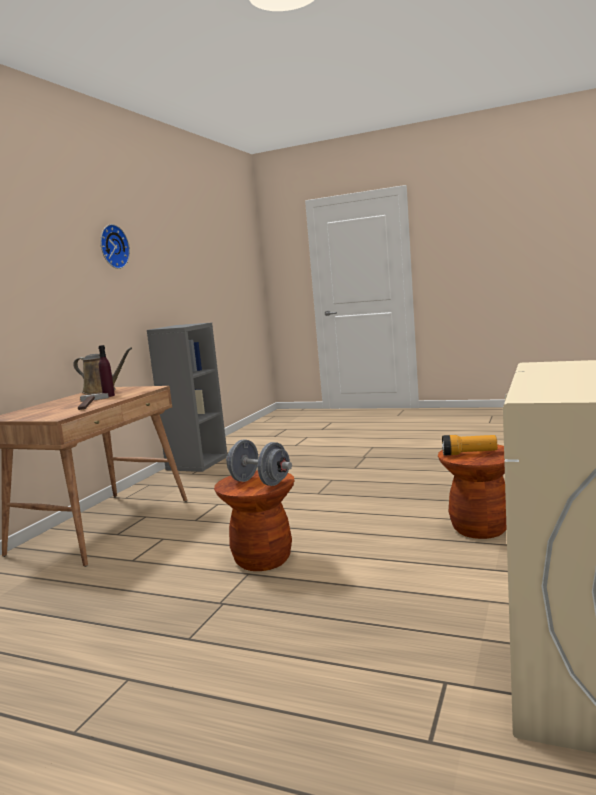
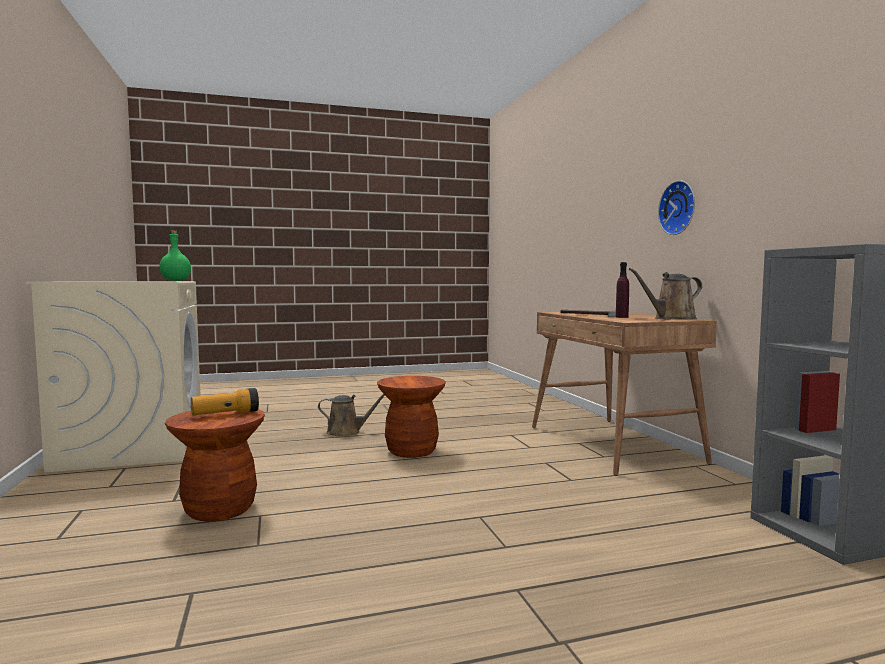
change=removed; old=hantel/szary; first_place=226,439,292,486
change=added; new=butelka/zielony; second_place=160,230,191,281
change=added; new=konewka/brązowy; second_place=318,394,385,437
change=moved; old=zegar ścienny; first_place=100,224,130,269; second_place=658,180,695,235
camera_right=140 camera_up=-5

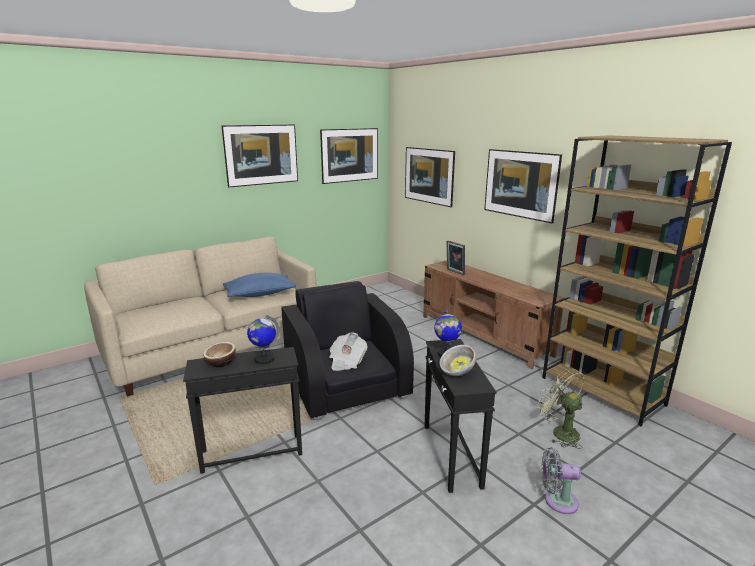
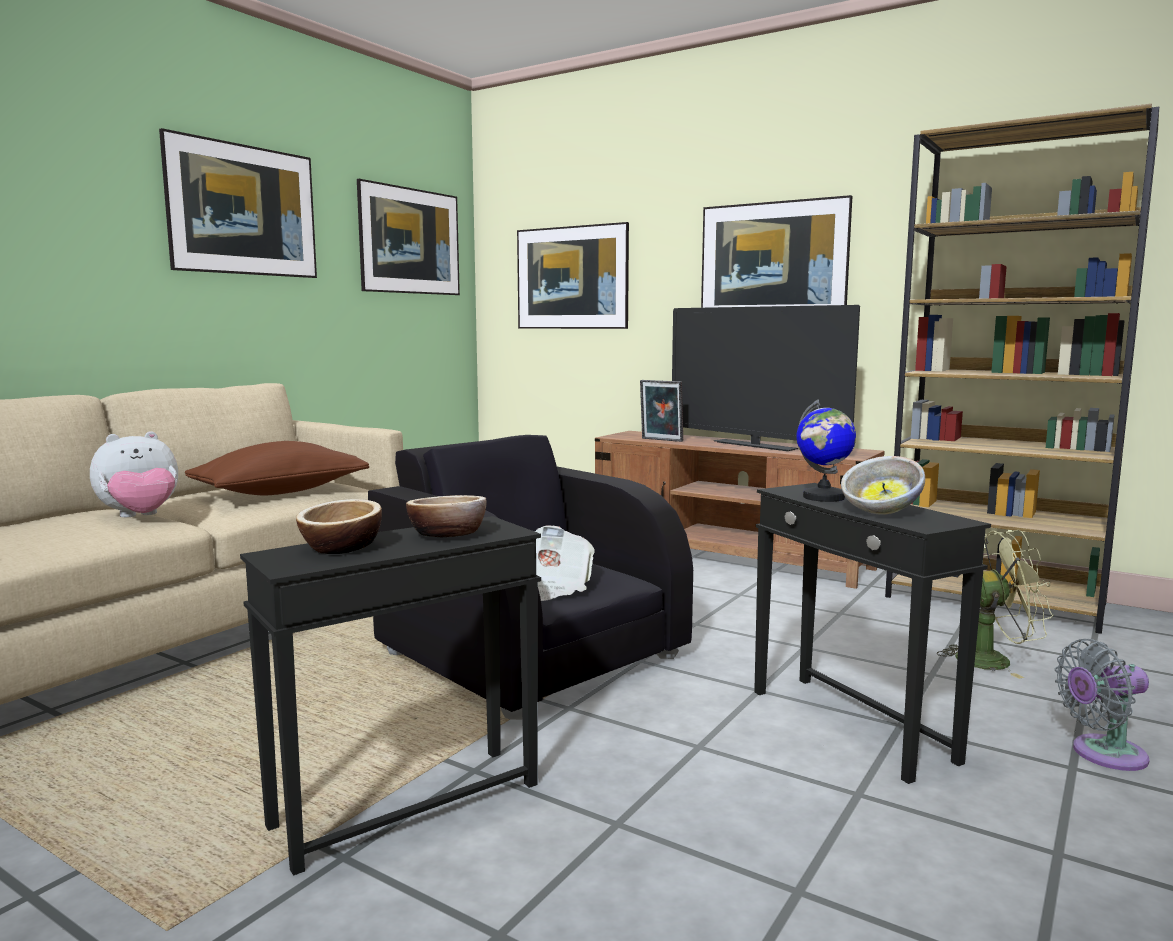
change=added; new=pluszak; second_place=90,431,178,517
change=added; new=telewizor; second_place=672,305,860,451
change=replaced; old=globus; new=miska; first_place=247,315,279,364; second_place=406,495,486,537
change=recoloured; old=poduszka/niebieski; new=poduszka/brązowy; first_place=223,273,296,297; second_place=185,441,369,496
change=turned; old=wentylator/zielony; first_place=537,368,584,449; second_place=937,530,1053,679; degrees=150
camera_right=-20 camera_up=-10

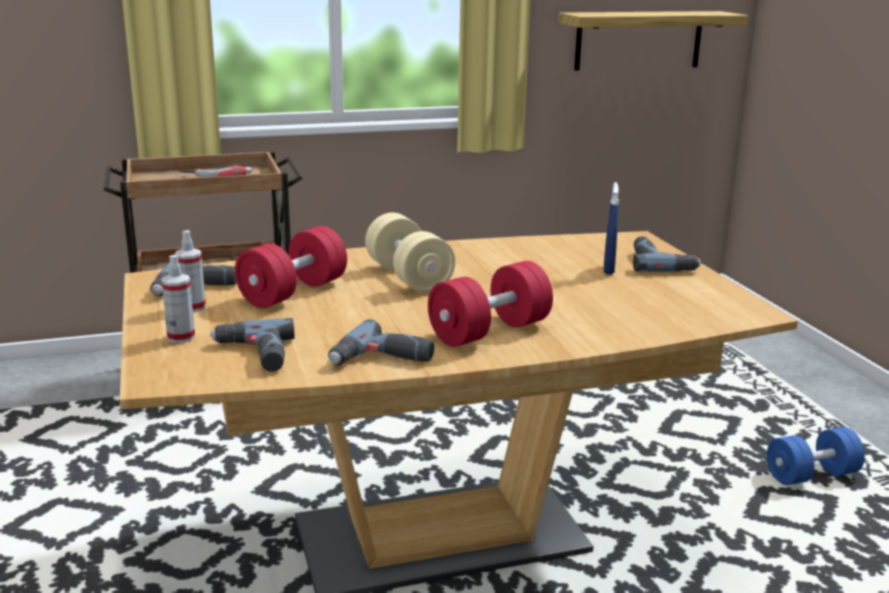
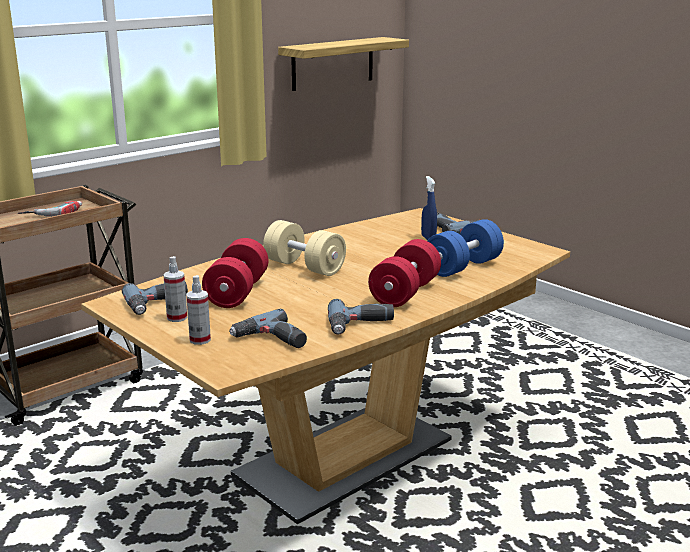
change=moved; old=hantel/niebieski; first_place=767,427,865,485; second_place=427,219,504,277
camera_right=-25 camera_up=0

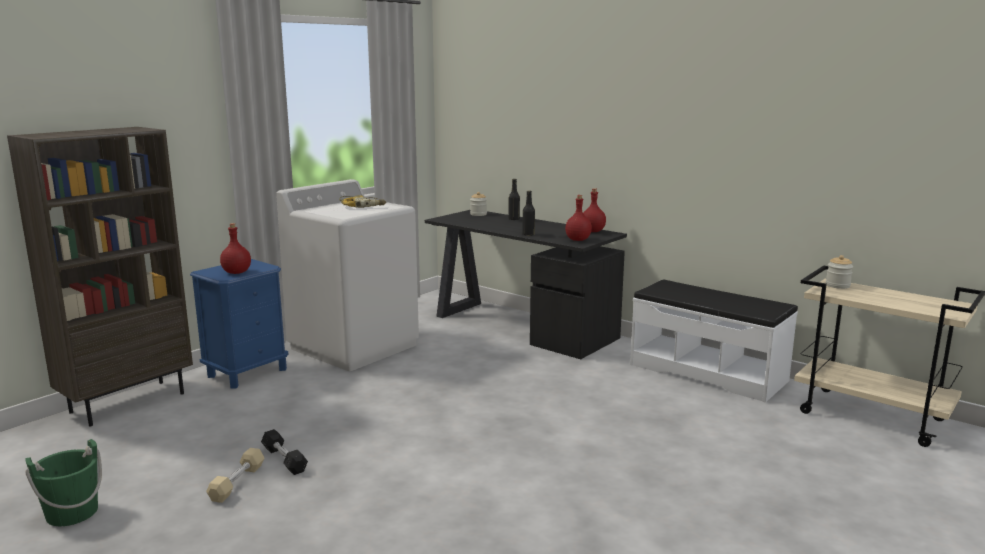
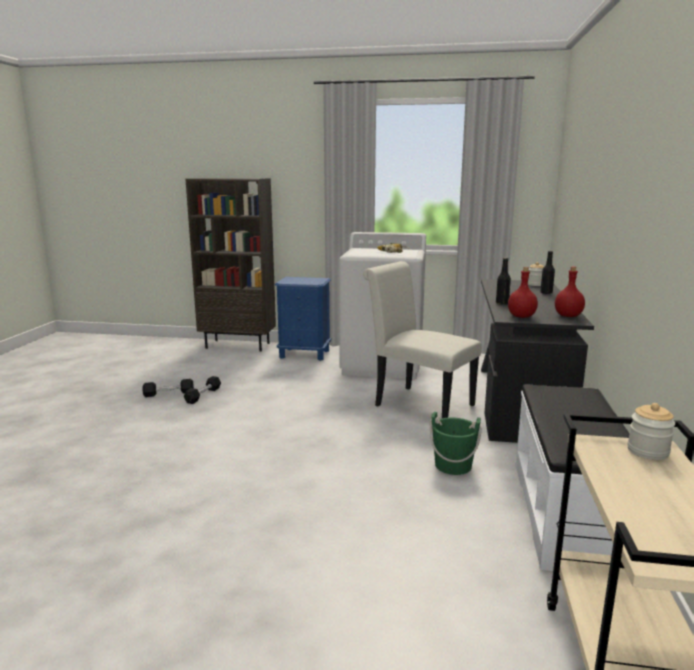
change=removed; old=butelka/czerwony; first_place=220,223,251,274
change=added; new=krzesło/biały; second_place=363,261,482,418
change=moved; old=wiadro/zielony; first_place=25,439,102,526; second_place=430,412,482,475
change=recoloured; old=hantel/beżowy; new=hantel/czarny; first_place=206,448,265,503; second_place=142,379,194,397
camera_right=60 camera_up=0

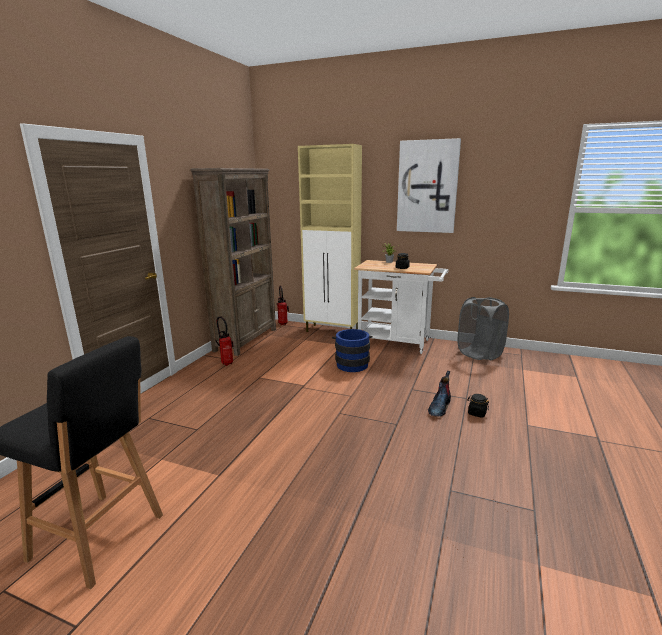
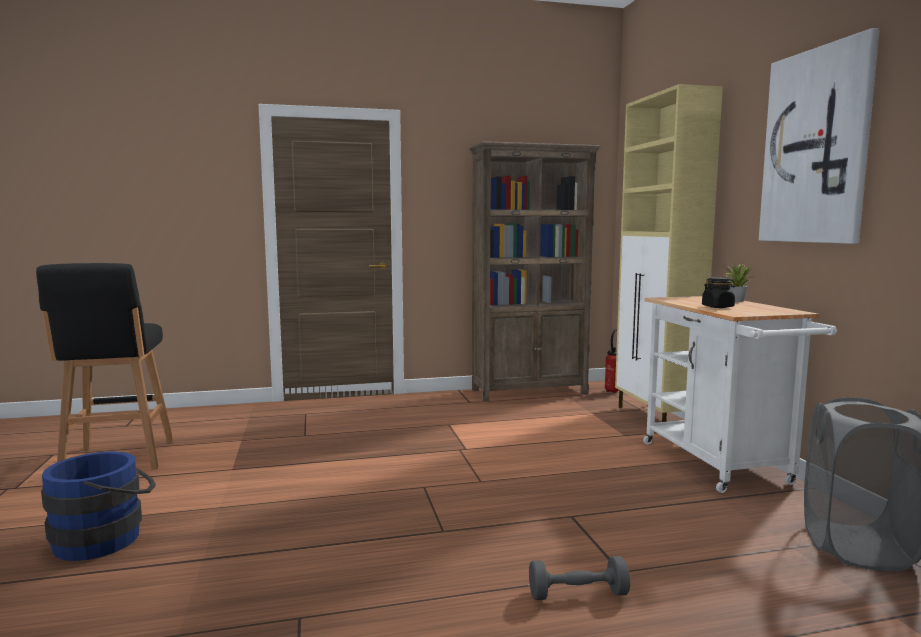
change=removed; old=gaśnica; first_place=215,316,234,366
change=removed; old=but z cholewką; first_place=428,371,451,417
change=moved; old=wiadro/niebieski; first_place=332,329,373,372; second_place=41,451,156,561
change=replaced; old=słoik/czarny; new=hantel/szary; first_place=467,394,489,417; second_place=529,556,630,600
camera_right=55 camera_up=-10

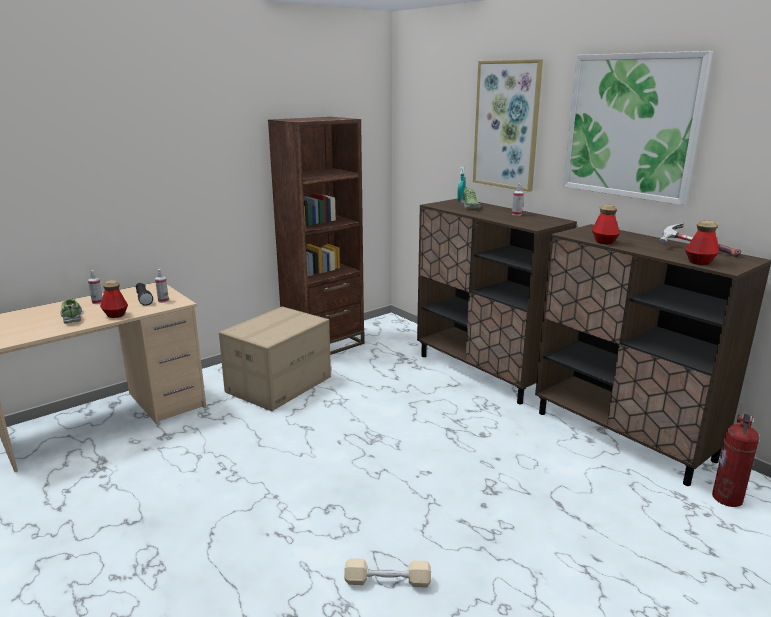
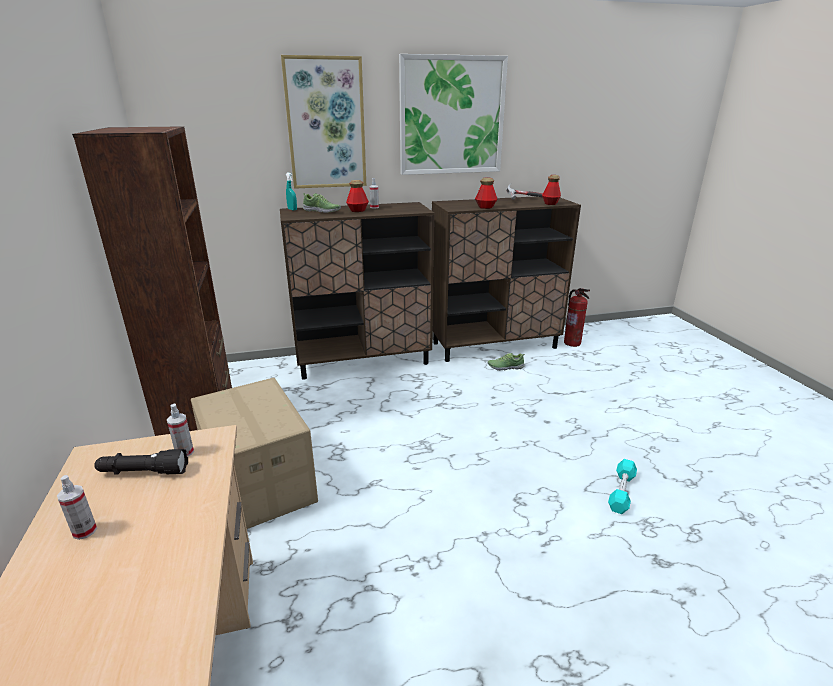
change=moved; old=but; first_place=60,298,82,324; second_place=488,353,525,371
change=moved; old=butelka; first_place=100,280,128,318; second_place=346,180,369,212
change=recoloured; old=hantel/beżowy; new=hantel/turkusowy; first_place=344,558,431,588; second_place=608,459,637,514
camera_right=-65 camera_up=5

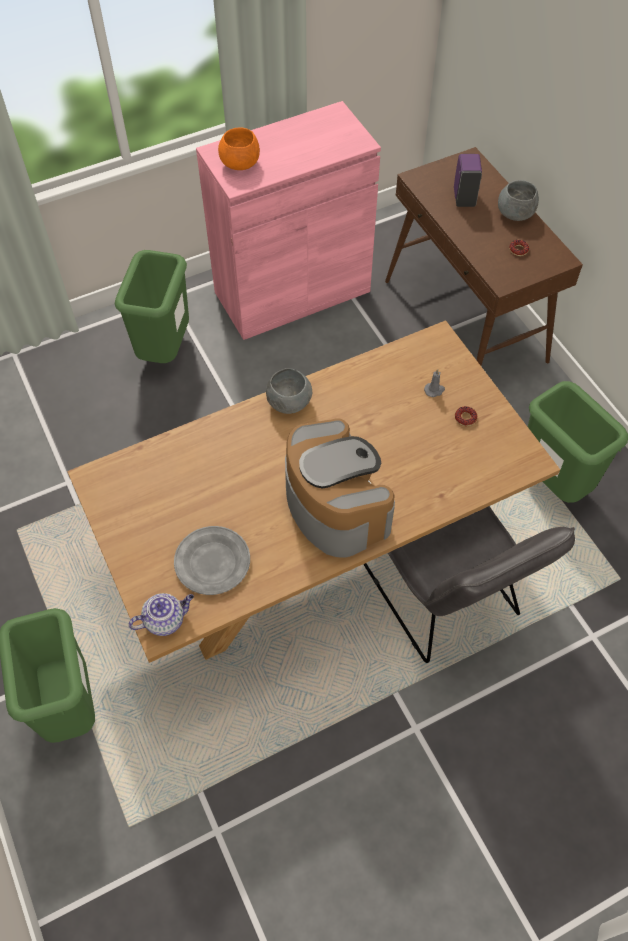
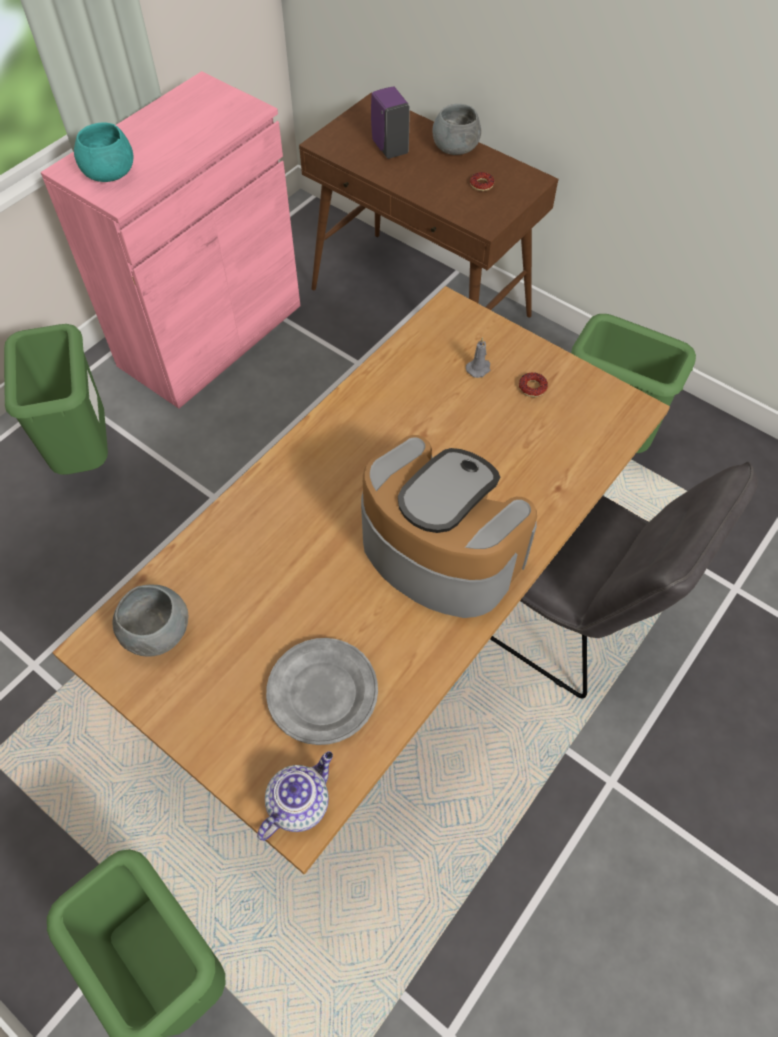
change=moved; old=miska/szary; first_place=266,368,312,414; second_place=113,585,188,657
change=recoloured; old=miska/pomarańczowy; new=miska/turkusowy; first_place=218,128,260,170; second_place=74,122,134,182
camera_right=-25 camera_up=0

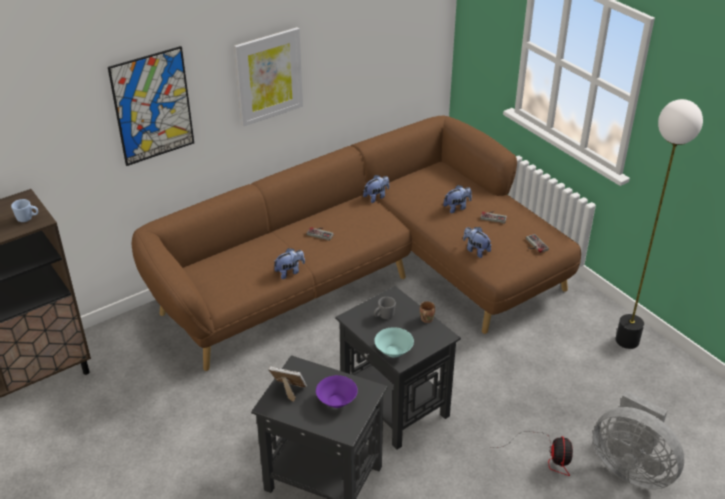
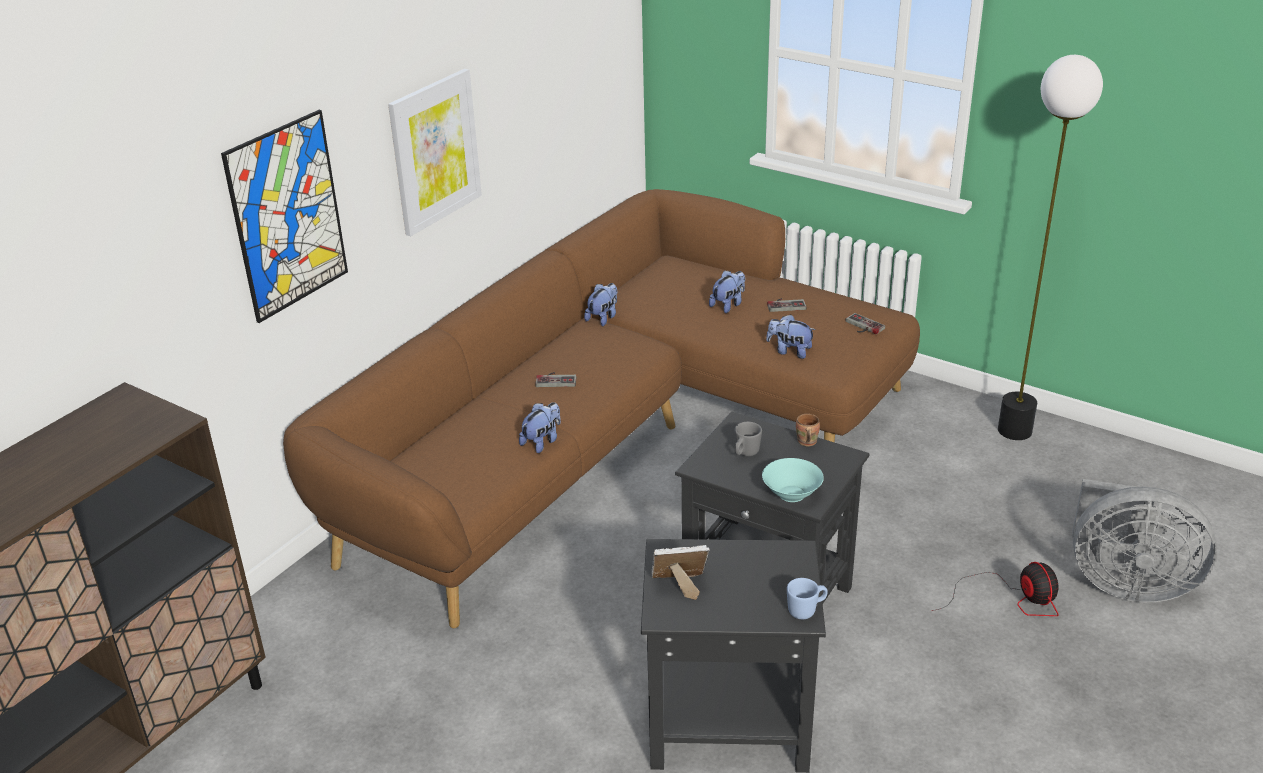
change=removed; old=miska/fioletowy; first_place=316,375,358,408
change=moved; old=kubek/niebieski; first_place=11,199,38,222; second_place=787,578,828,619
camera_right=-20 camera_up=-5

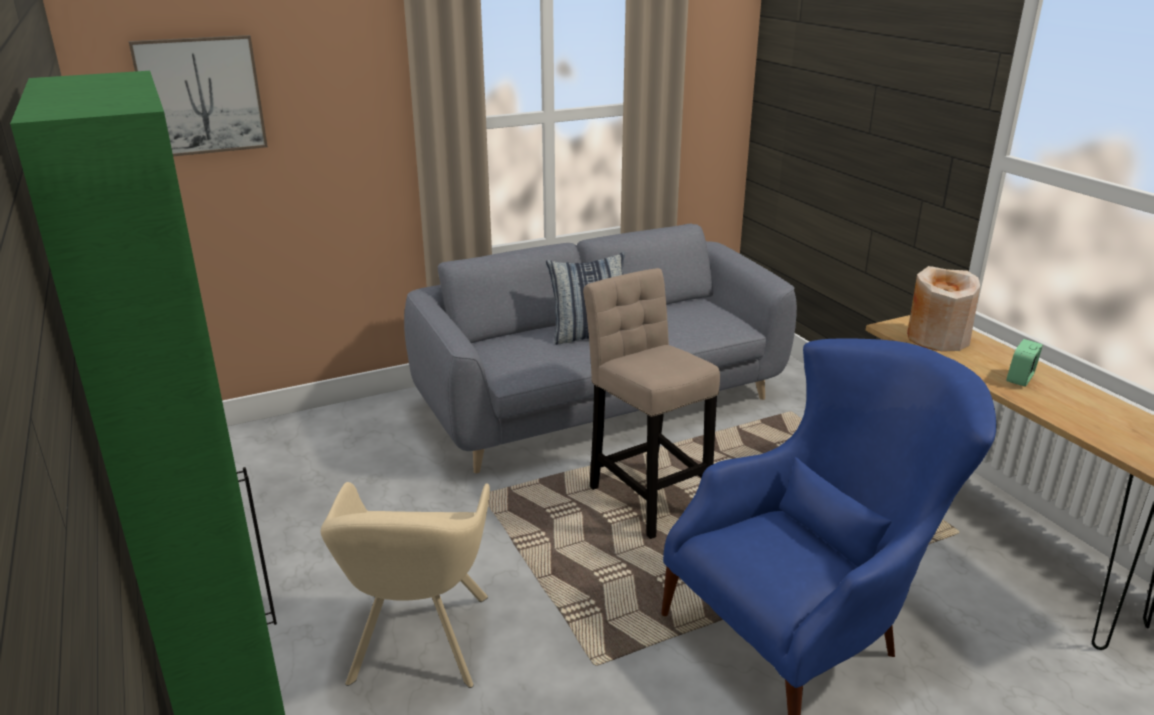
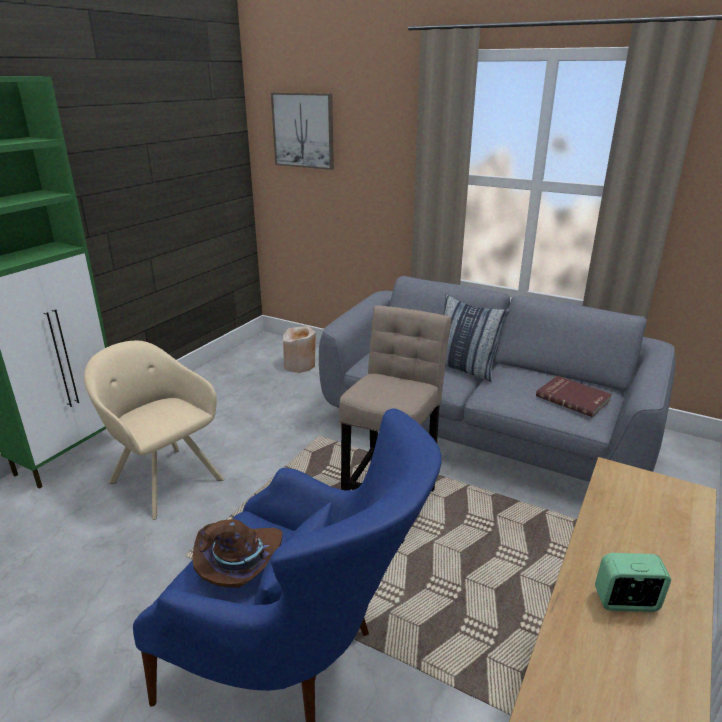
change=added; new=kapelusz/brązowy; second_place=192,519,283,588
change=added; new=książka/czerwony; second_place=536,376,612,417
change=moved; old=wazon/beżowy; first_place=907,266,980,352; second_place=283,326,316,373
change=turned; old=fotel/beżowy; first_place=321,482,490,688; second_place=84,341,224,520; degrees=75
camera_right=55 camera_up=0

